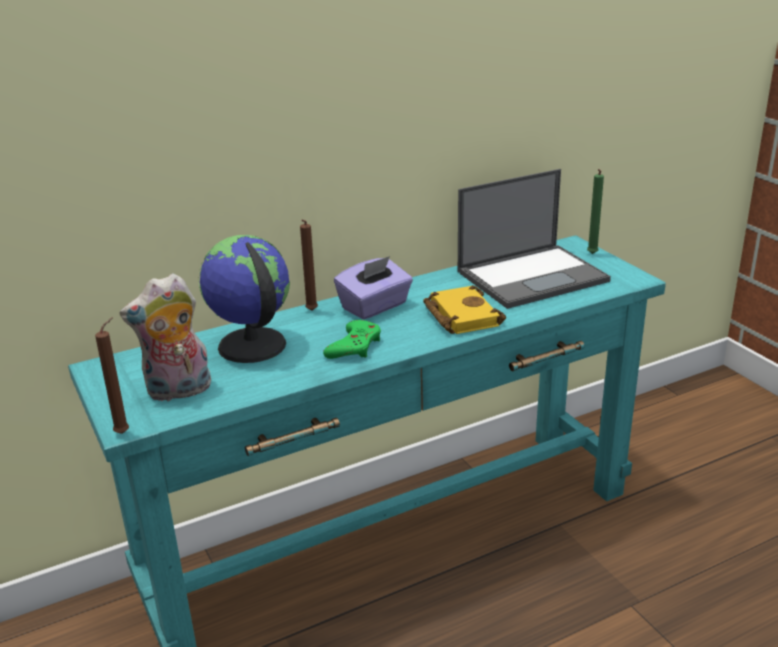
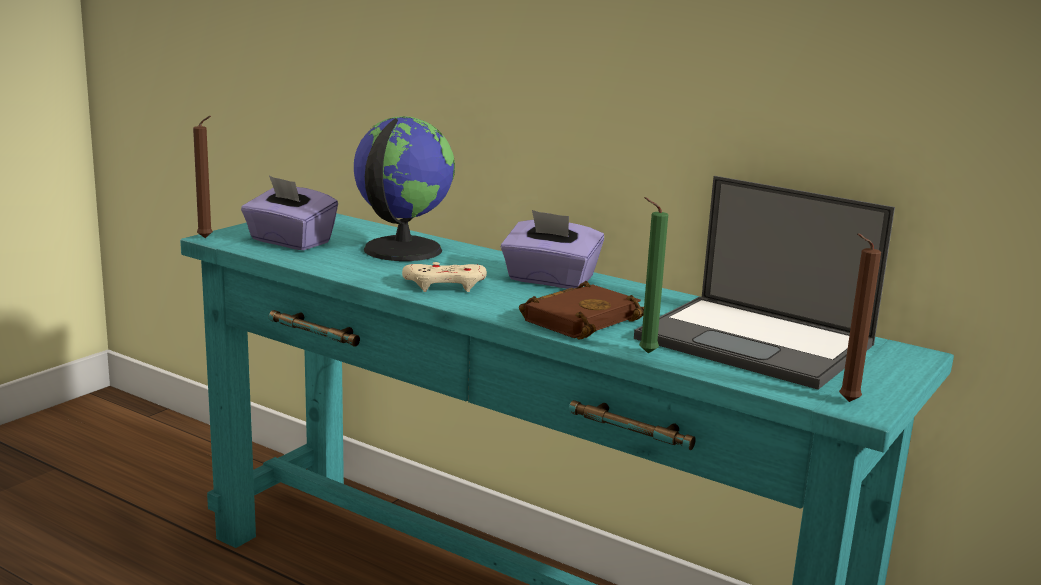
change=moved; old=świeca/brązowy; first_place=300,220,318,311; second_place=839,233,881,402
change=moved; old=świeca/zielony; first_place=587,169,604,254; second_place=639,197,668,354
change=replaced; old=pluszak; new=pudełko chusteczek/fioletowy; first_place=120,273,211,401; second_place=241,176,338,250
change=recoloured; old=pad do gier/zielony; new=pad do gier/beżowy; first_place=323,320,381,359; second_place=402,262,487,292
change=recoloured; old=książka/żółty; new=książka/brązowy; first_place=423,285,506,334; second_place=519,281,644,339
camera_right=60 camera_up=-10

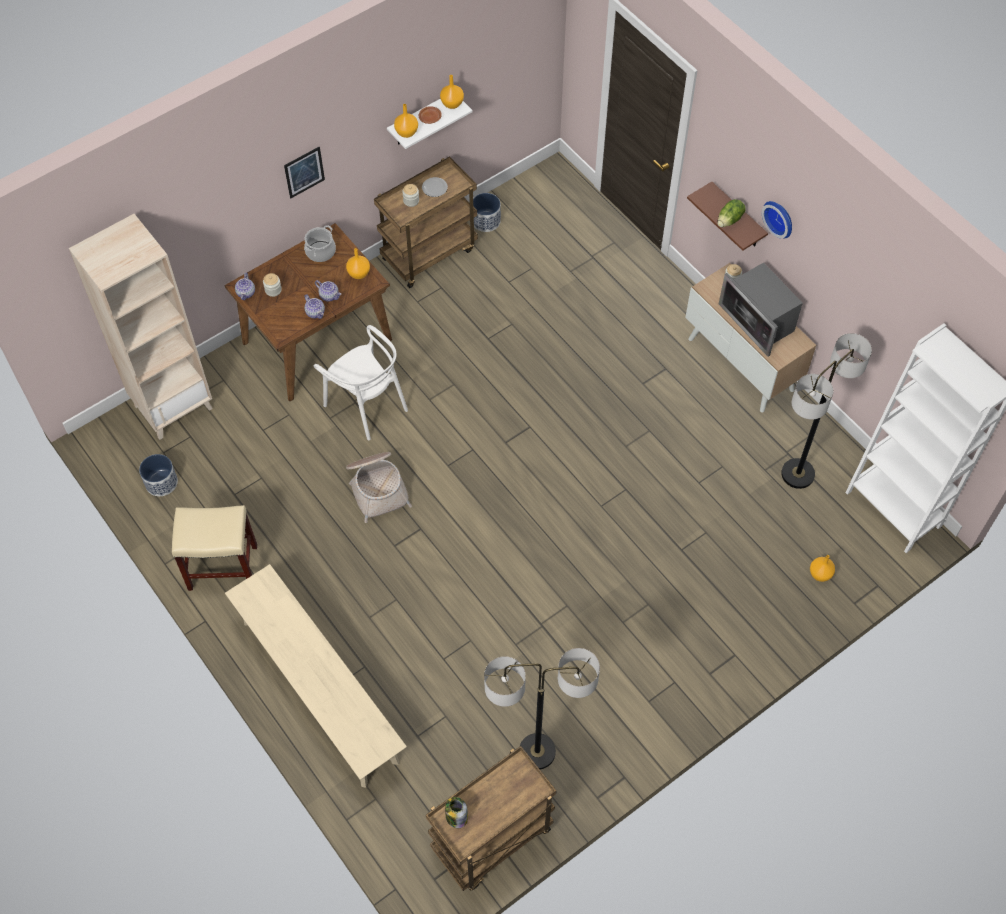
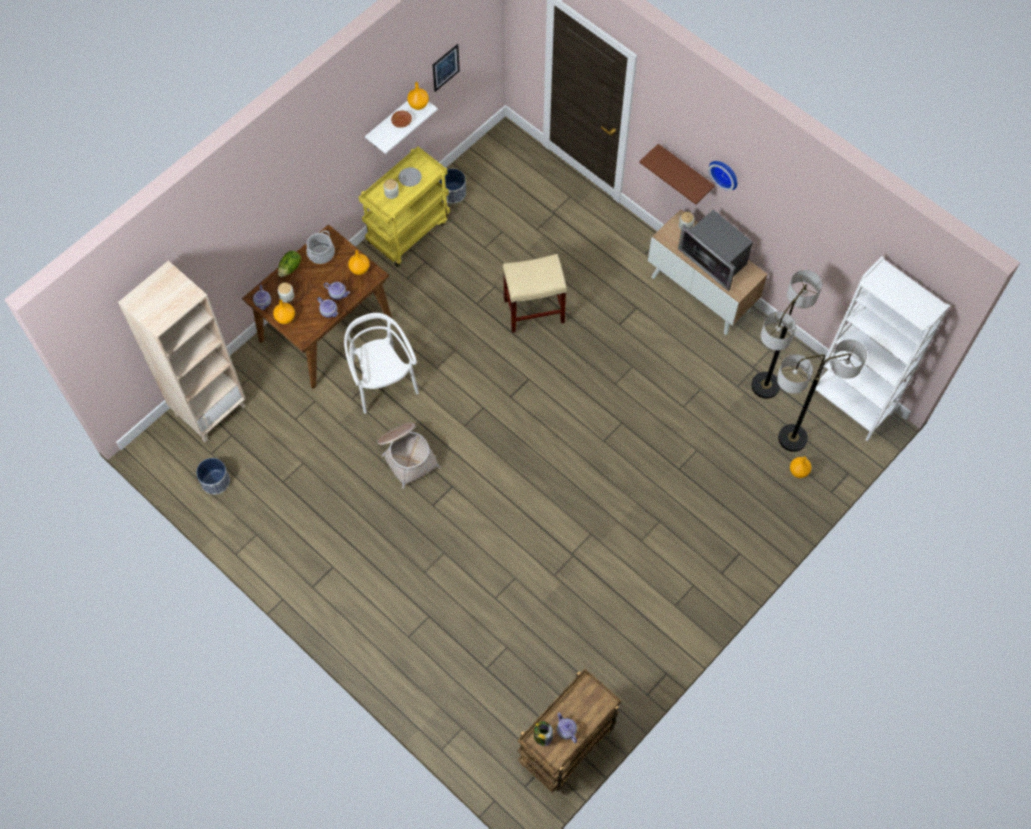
change=removed; old=ławka/beżowy; first_place=225,564,407,788
change=added; new=imbryk; second_place=557,712,577,743
change=moved; old=stołek/beżowy; first_place=172,505,257,591; second_place=503,254,567,333
change=moved; old=obraz; first_place=284,147,325,198; second_place=432,44,460,92
change=moved; old=wazon/pomarańczowy; first_place=394,104,418,138; second_place=273,300,295,324
change=moved; old=lampa stojąca; first_place=484,648,600,769; second_place=777,339,867,452
change=moved; old=sałata; first_place=718,199,746,227; second_place=278,251,301,277
change=recoloured; old=wózek/brązowy; new=wózek/żółty; first_place=374,156,478,288; second_place=359,146,450,267
change=turned; old=krzesło/biały; first_place=314,325,408,440; second_place=344,313,419,414; degrees=-150
camera_right=-10 camera_up=5

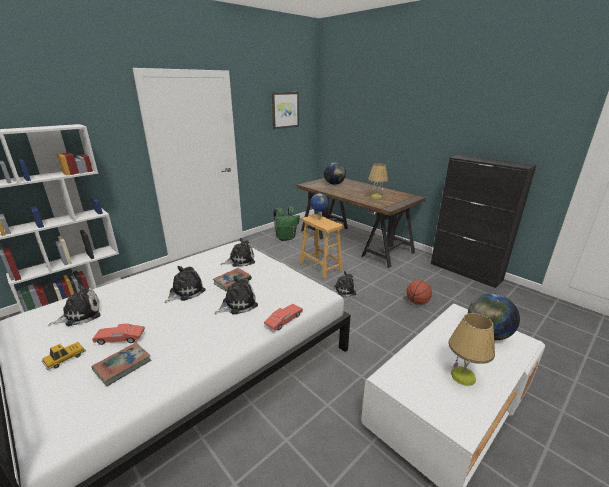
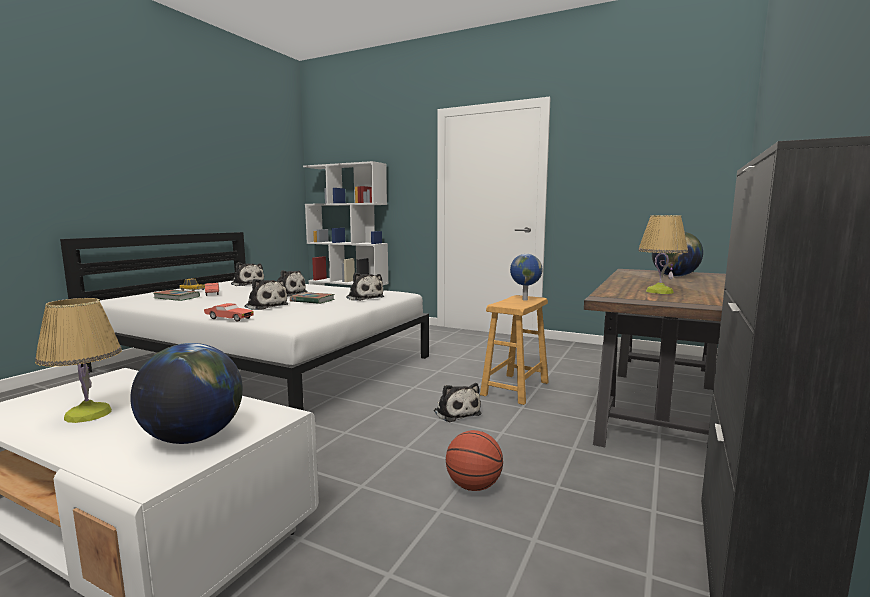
change=removed; old=obraz; first_place=272,92,299,129
change=removed; old=plecak/zielony; first_place=273,206,300,241
camera_right=70 camera_up=-15

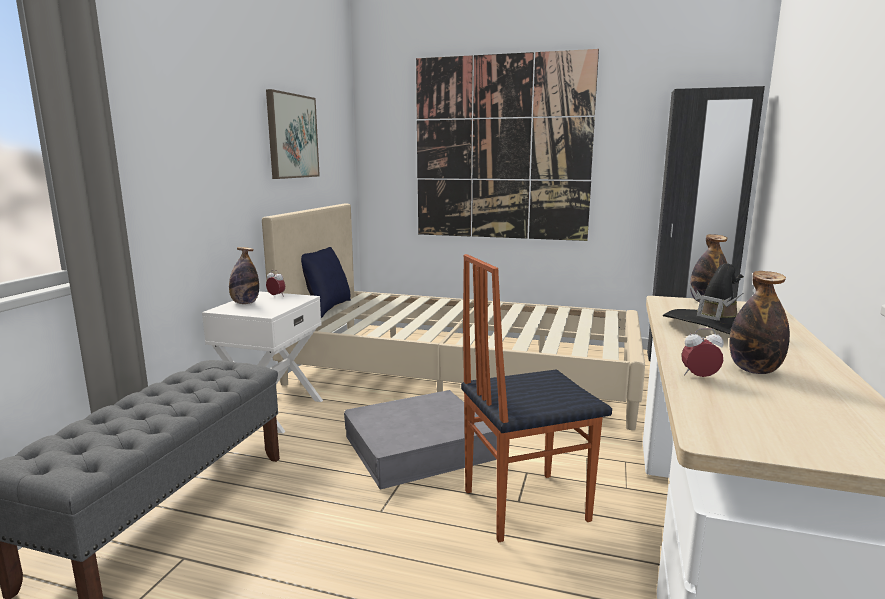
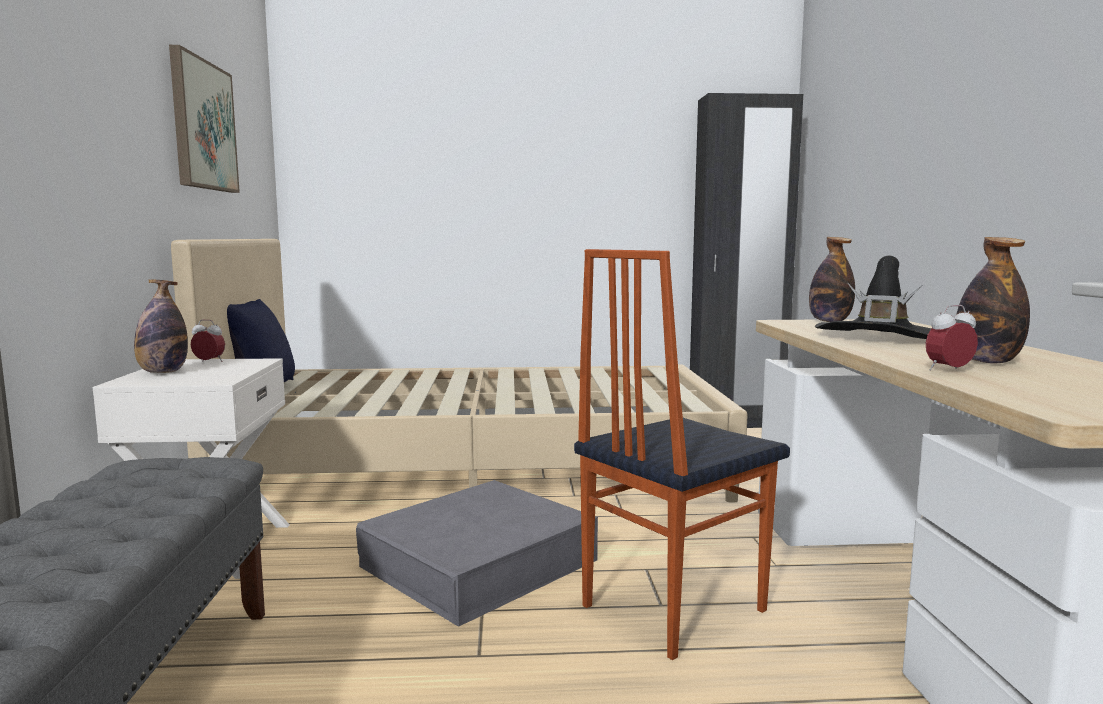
change=removed; old=obraz; first_place=416,49,599,241
camera_right=-20 camera_up=-5

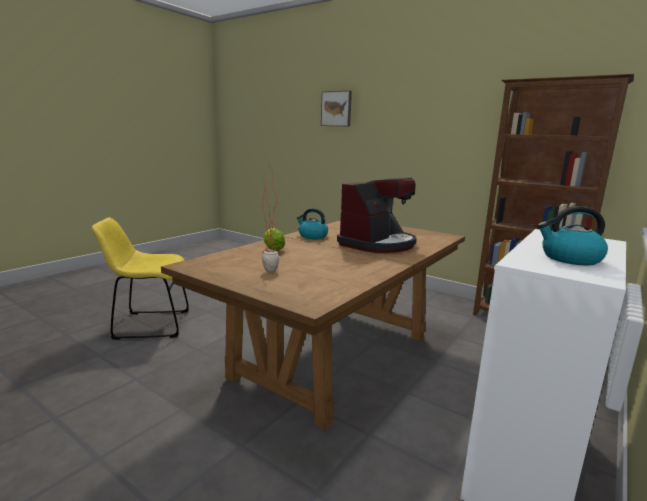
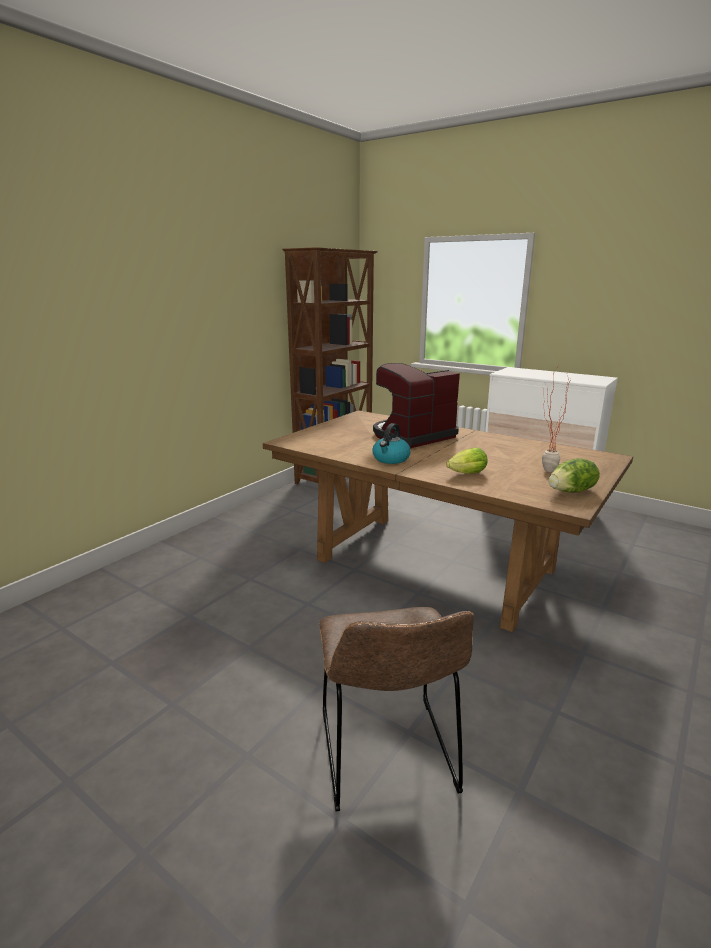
change=removed; old=obraz; first_place=321,90,352,126
change=removed; old=czajnik; first_place=537,206,608,265
change=added; new=sałata; second_place=548,458,600,492
change=recoloured; old=krzesło/żółty; new=krzesło/brązowy; first_place=91,217,189,340; second_place=319,607,474,811
change=turned; old=ekspres do kawy; first_place=337,178,417,253; second_place=373,363,460,448; degrees=-75
camera_right=-90 camera_up=5

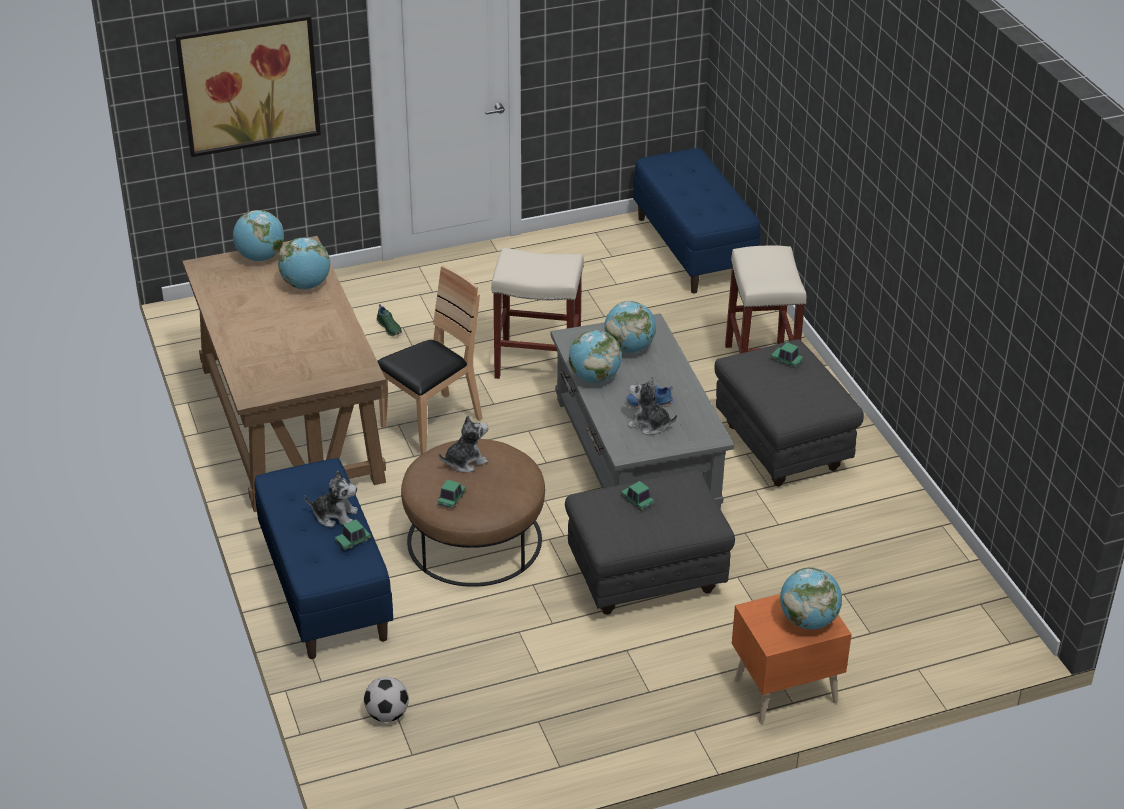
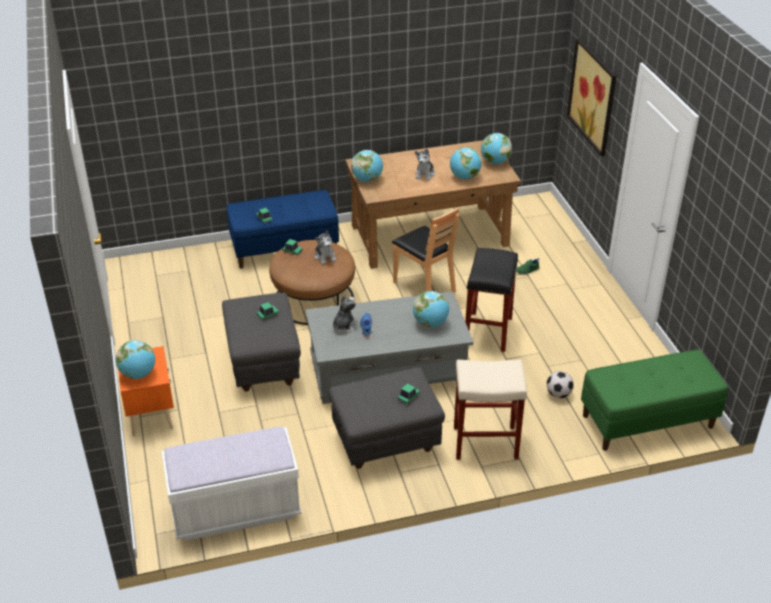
change=added; new=ławka/biały; second_place=162,426,301,541
change=moved; old=pluszak; first_place=304,471,358,528; second_place=415,149,435,181
change=moved; old=piłka futbolowa; first_place=364,677,409,722; second_place=547,371,574,398
change=moved; old=globus; first_place=569,330,622,383; second_place=351,150,383,182
change=recoloured; old=stołek/beżowy; new=stołek/czarny; first_place=491,248,584,379; second_place=465,248,518,352
change=recoloured; old=ławka/niebieski; new=ławka/zielony; first_place=633,148,761,294; second_place=581,349,728,451
camera_right=95 camera_up=0

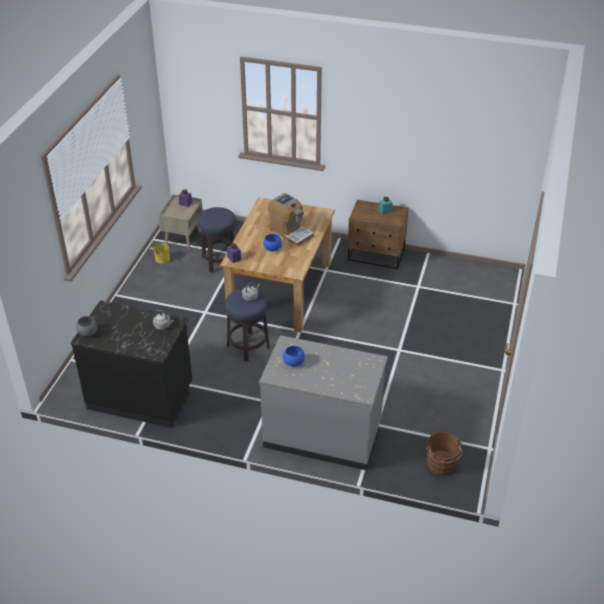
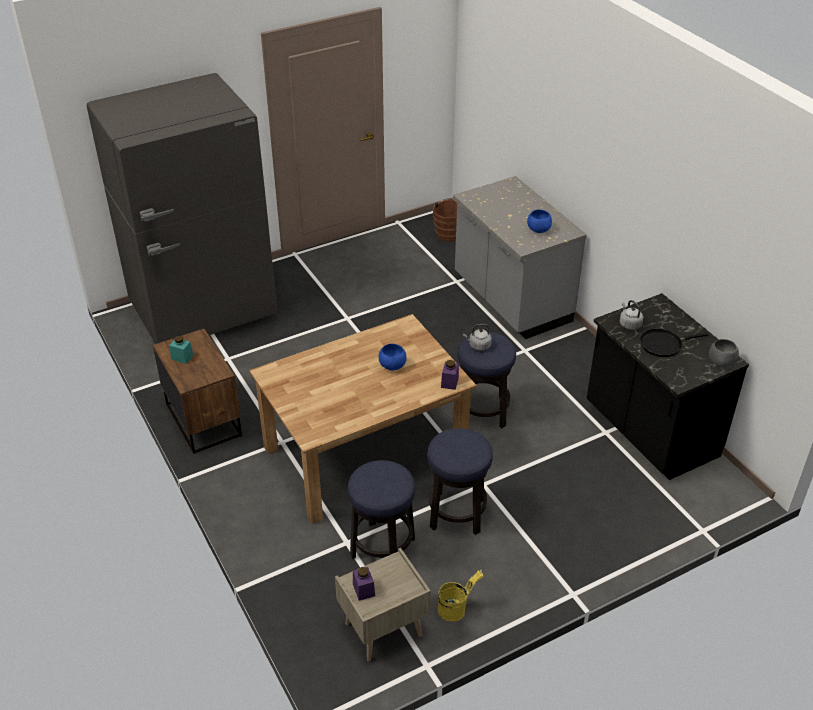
change=removed; old=ekspres do kawy; first_place=268,193,314,246
change=added; new=lodówka/szary; second_place=86,73,277,344
change=added; new=stołek; second_place=427,428,493,535
change=added; new=patelnia/czarny; second_place=640,328,708,357
camera_right=-135 camera_up=0

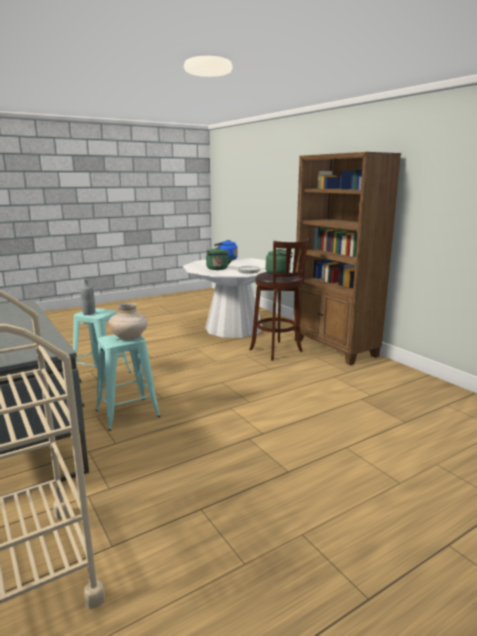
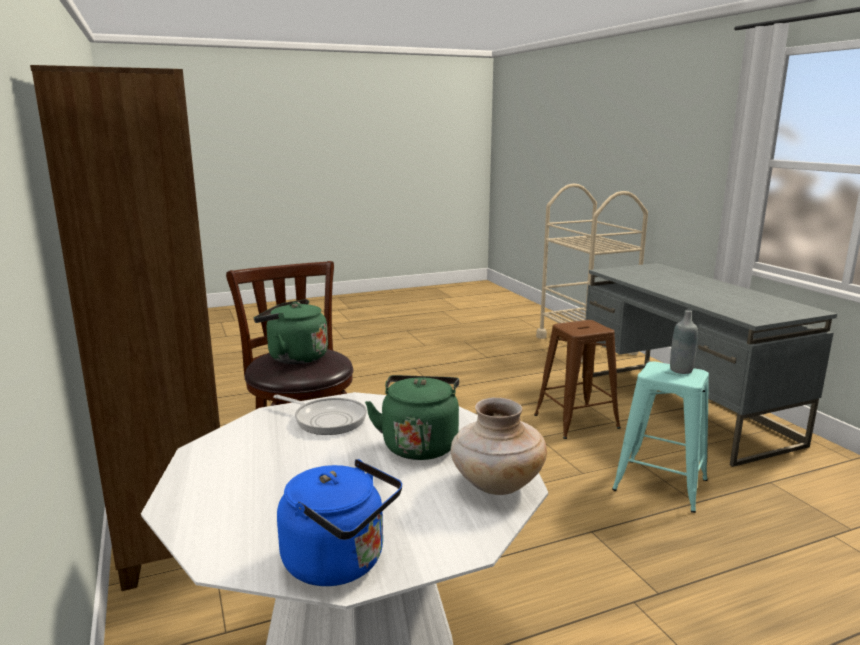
change=moved; old=wazon/beżowy; first_place=108,303,148,340; second_place=451,398,547,495
change=recoloured; old=stołek/turkusowy; new=stołek/brązowy; first_place=96,334,160,431; second_place=534,320,621,439
camera_right=-170 camera_up=0

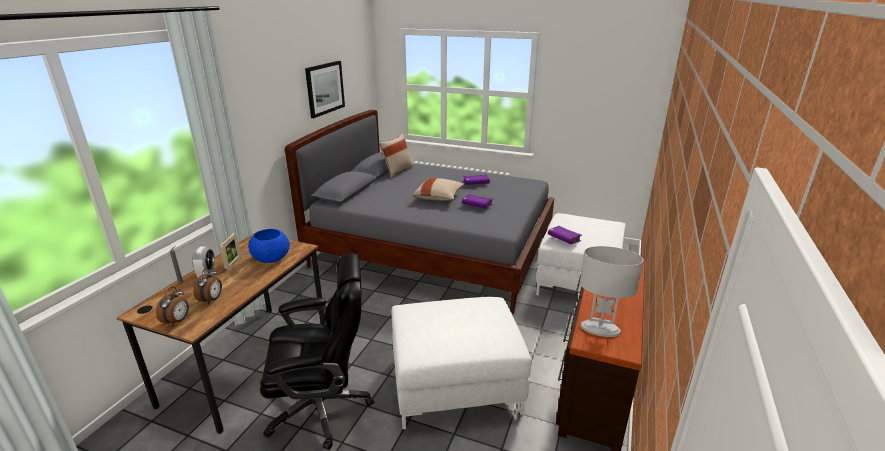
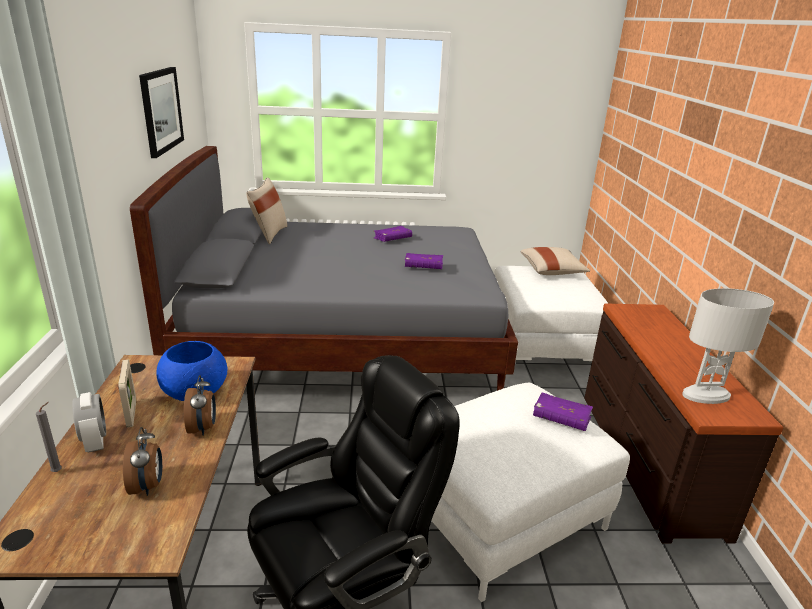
change=moved; old=budzik; first_place=156,287,189,326; second_place=184,375,216,436
change=moved; old=poduszka/beżowy; first_place=412,178,464,200; second_place=521,247,590,275
change=moved; old=książka/fioletowy; first_place=548,226,582,244; second_place=533,392,593,431
camera_right=-25 camera_up=0

